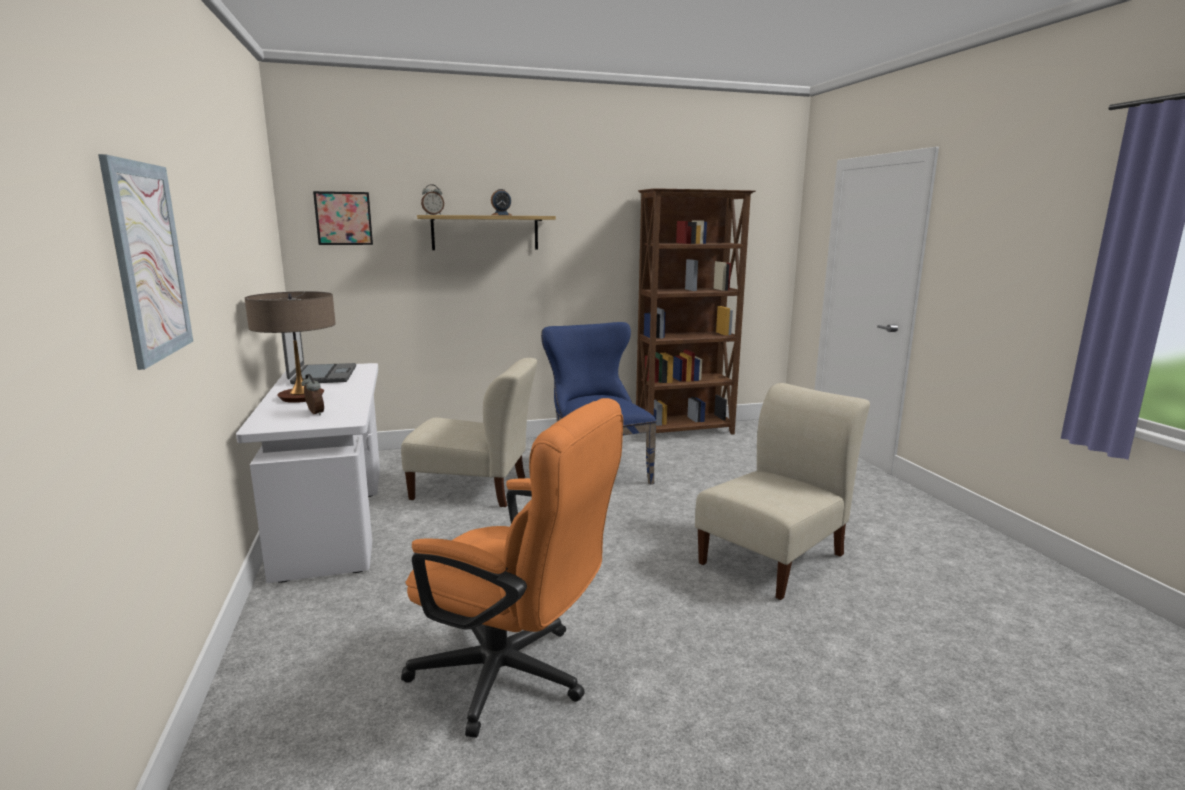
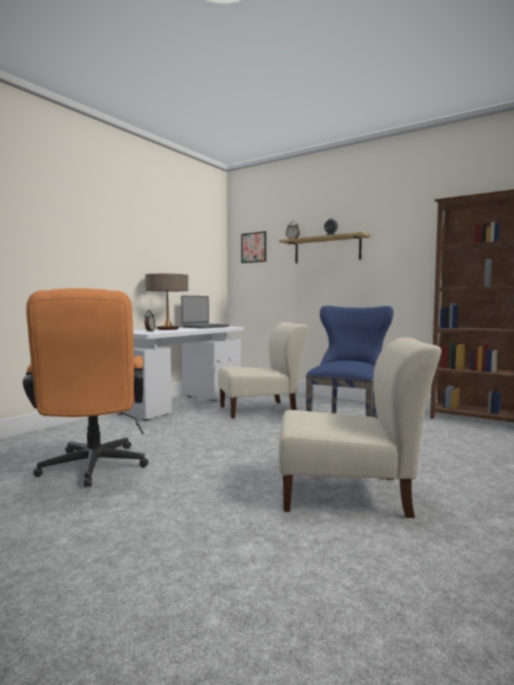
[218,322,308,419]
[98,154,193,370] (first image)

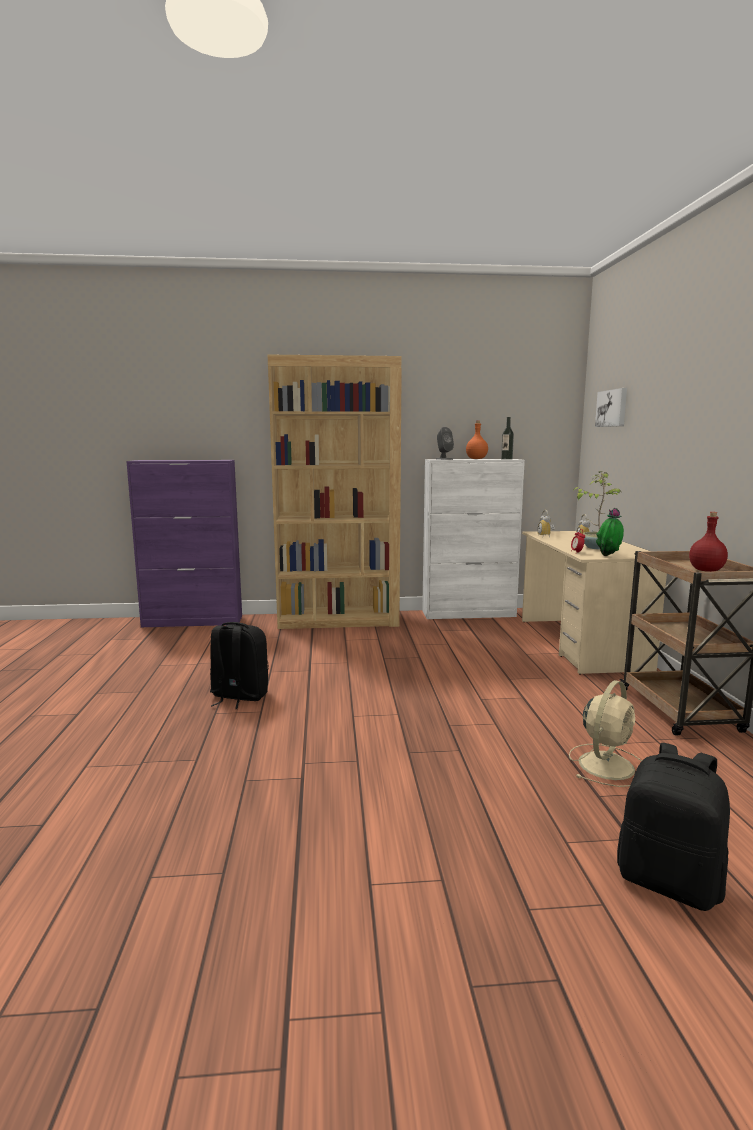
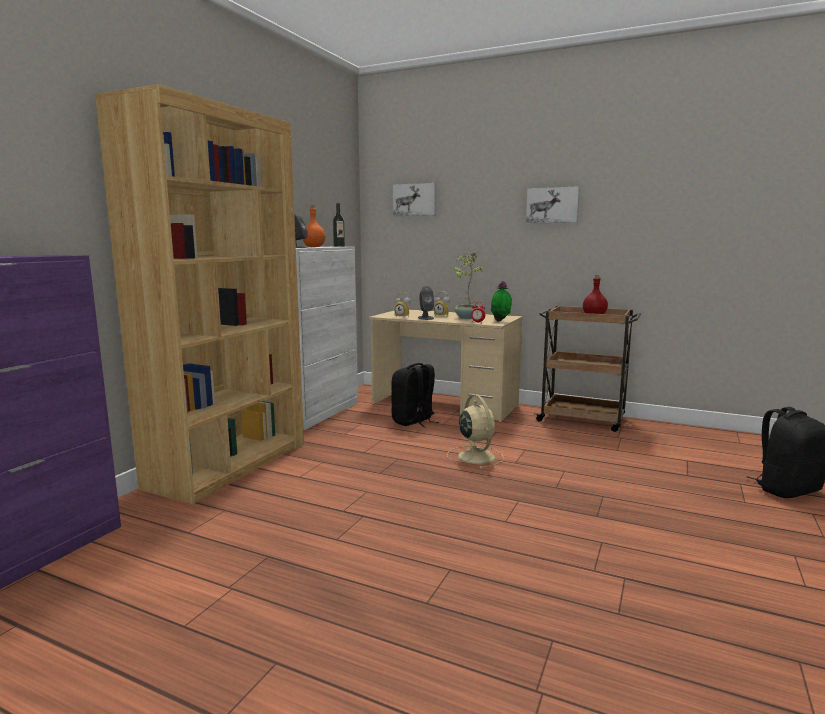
[391,363,439,428]
[418,286,434,320]
[447,395,504,469]
[526,187,580,223]

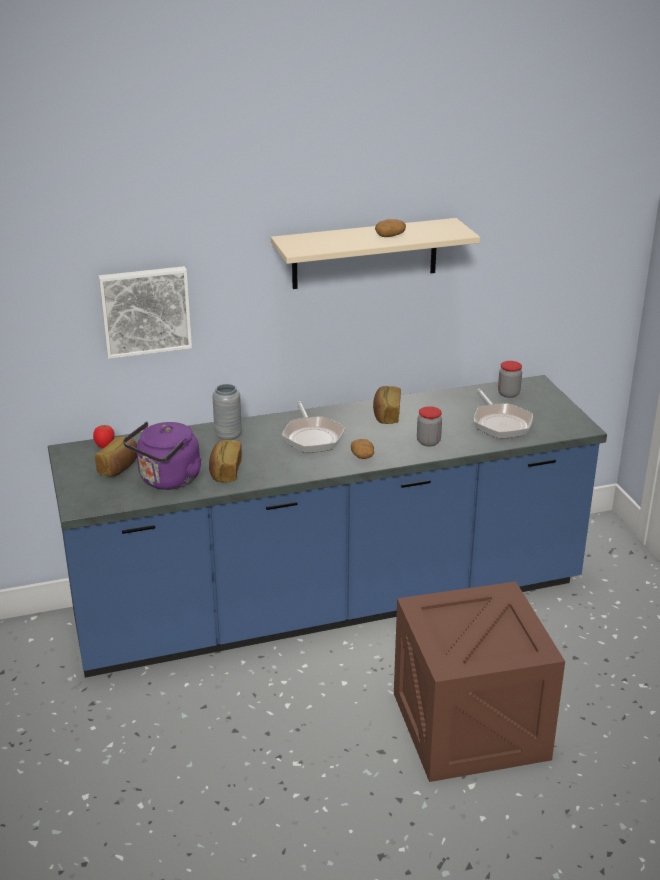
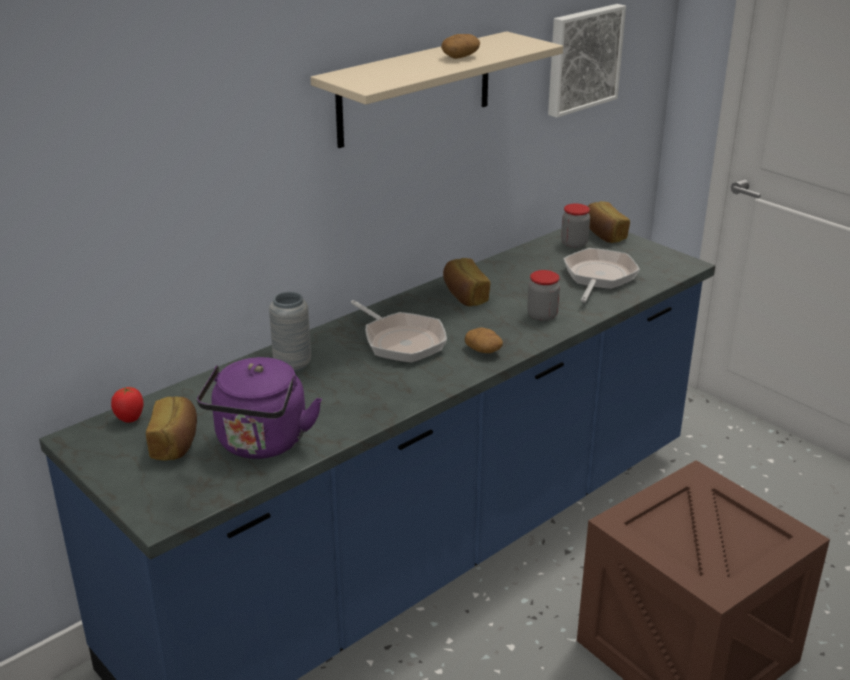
[548,4,626,118]
[564,248,640,302]
[588,201,630,243]

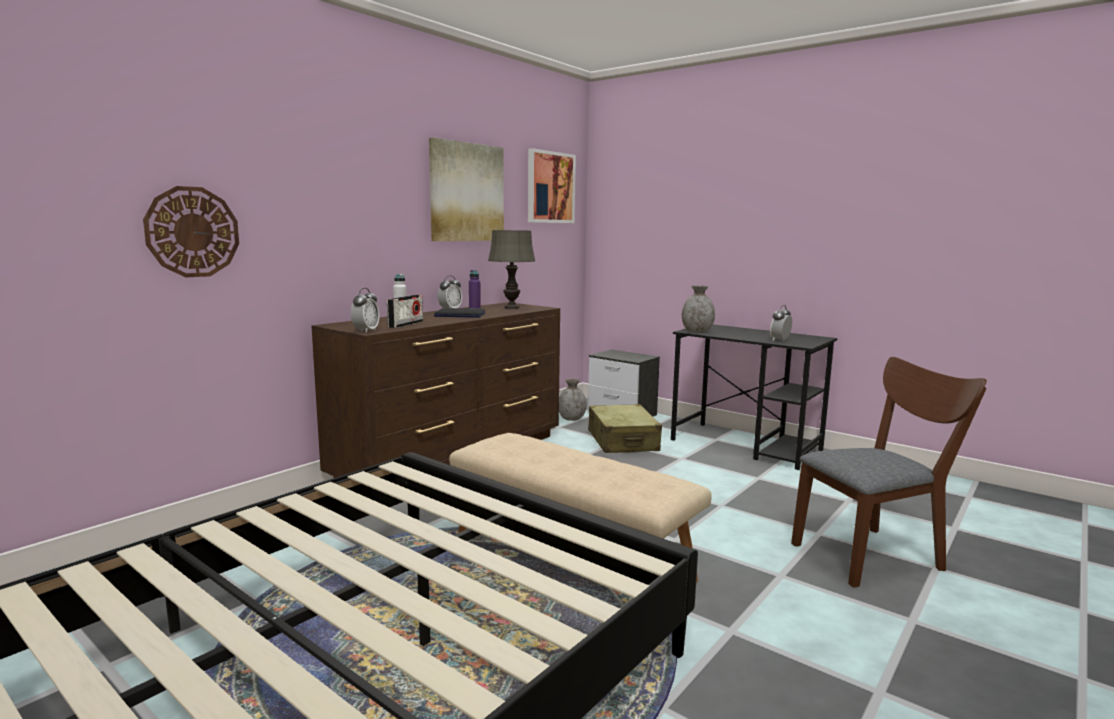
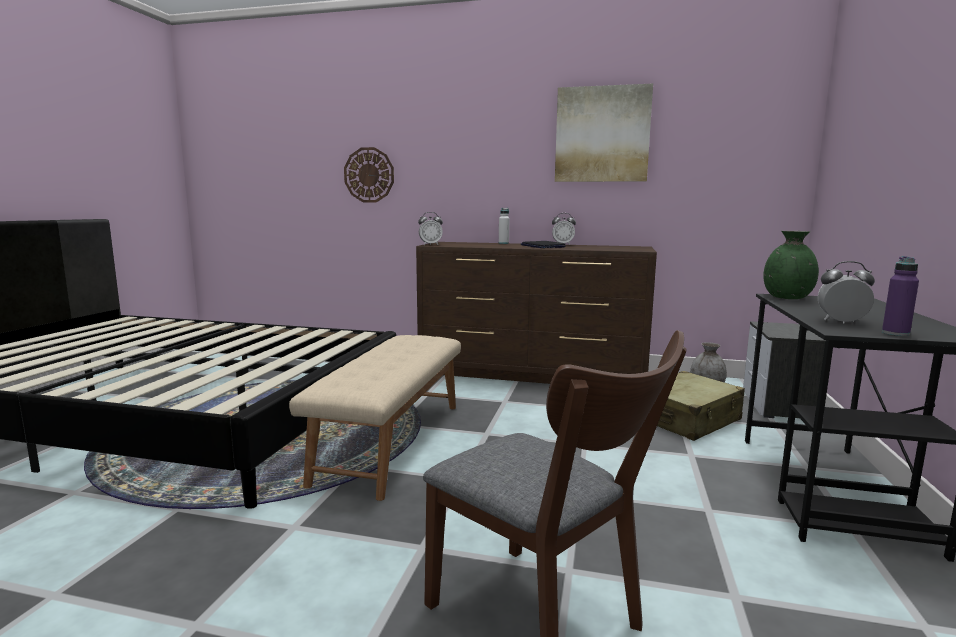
[763,231,819,299]
[882,256,919,336]
[387,295,423,328] (first image)
[488,230,535,309] (first image)
[528,148,576,223] (first image)

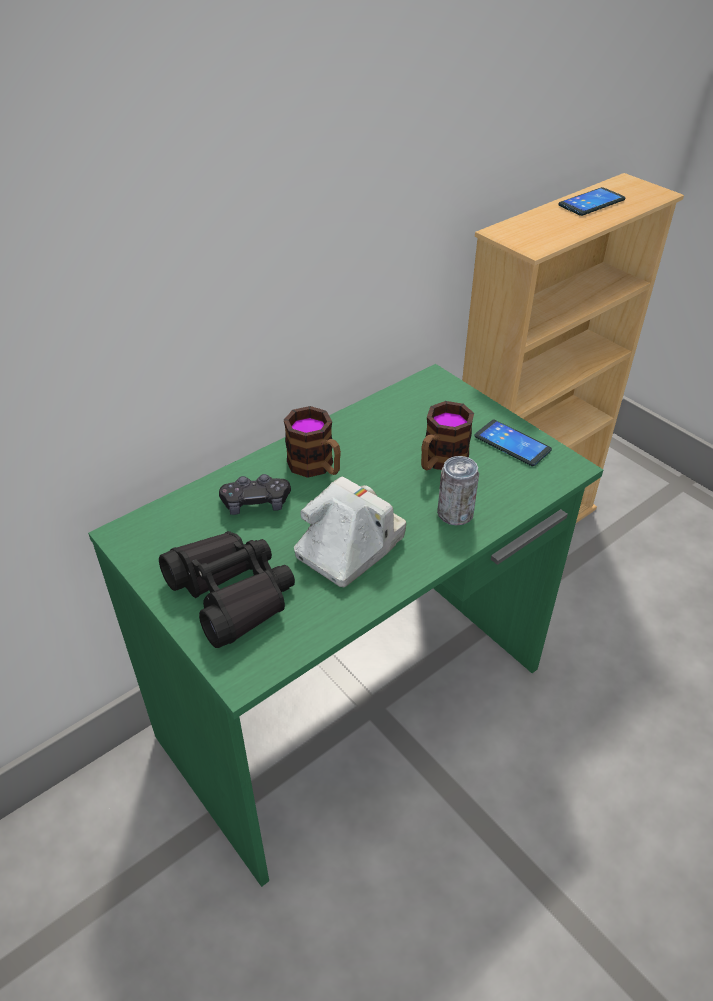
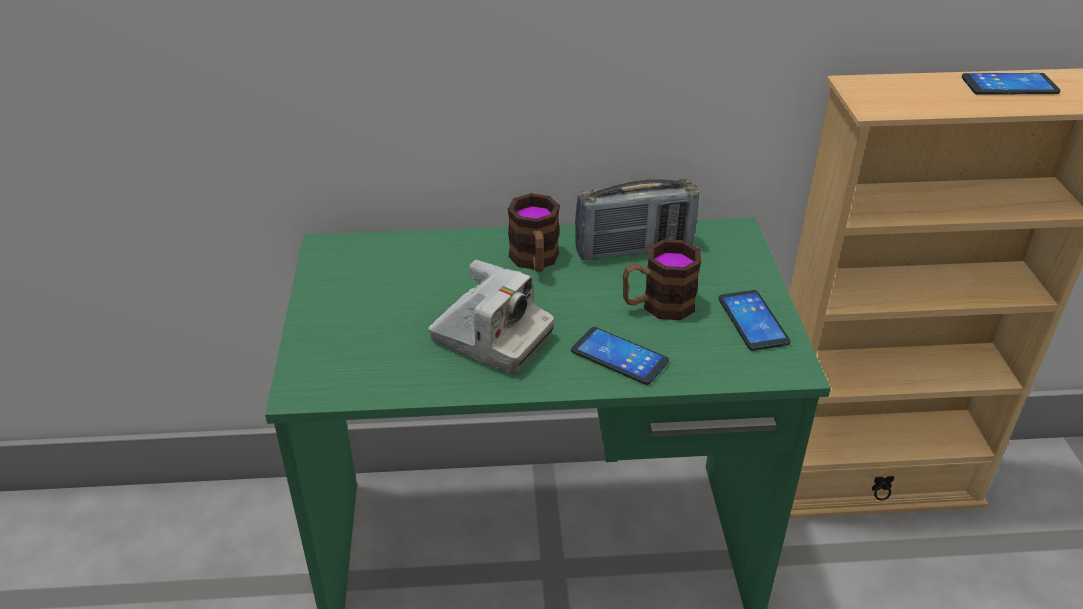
[428,260,554,374]
[571,327,669,385]
[575,179,699,260]
[159,531,295,648] (first image)
[219,474,291,515] (first image)

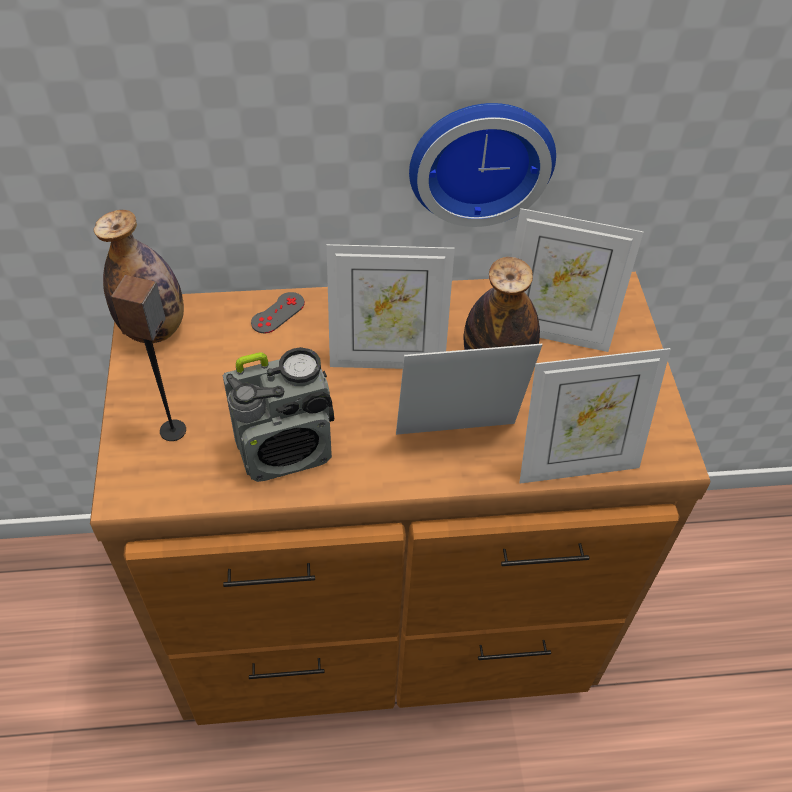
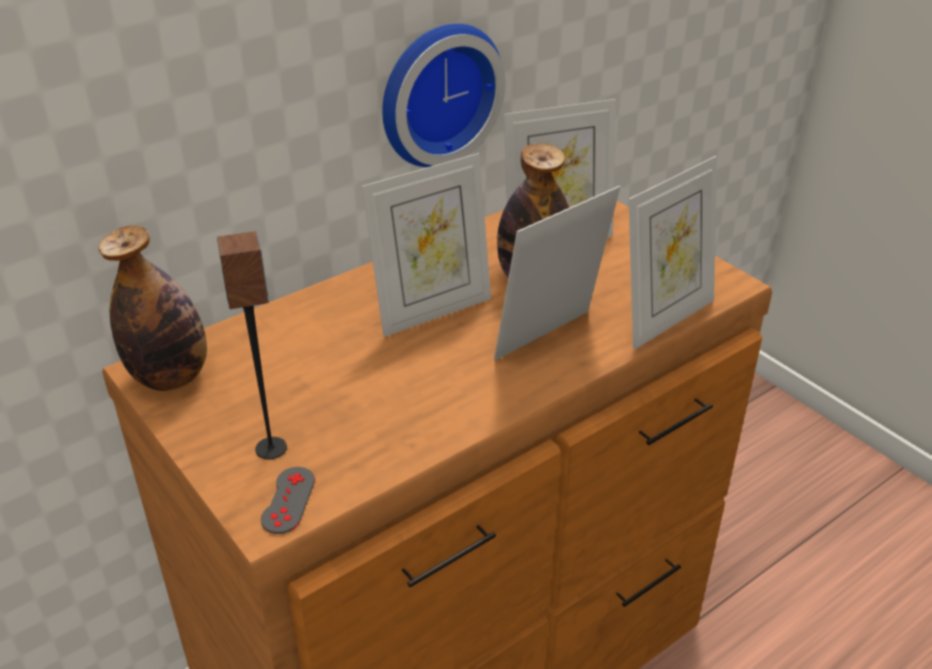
[261,467,315,534]
[223,347,334,482] (first image)

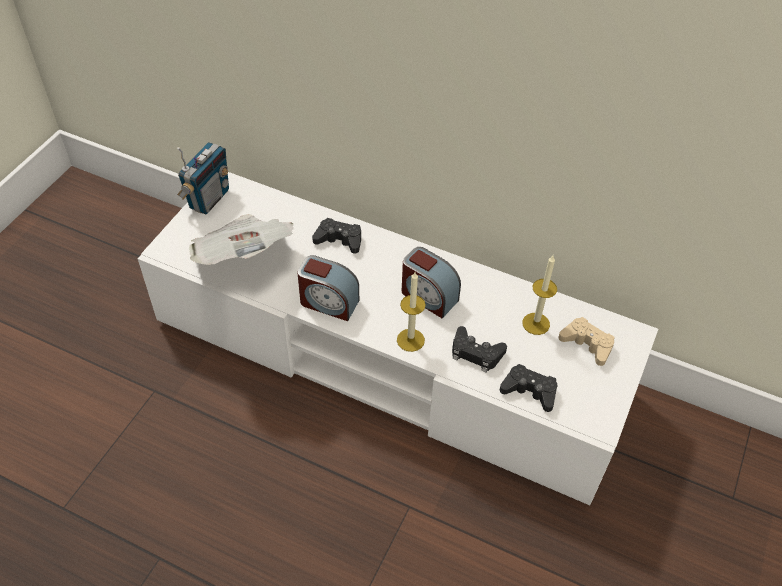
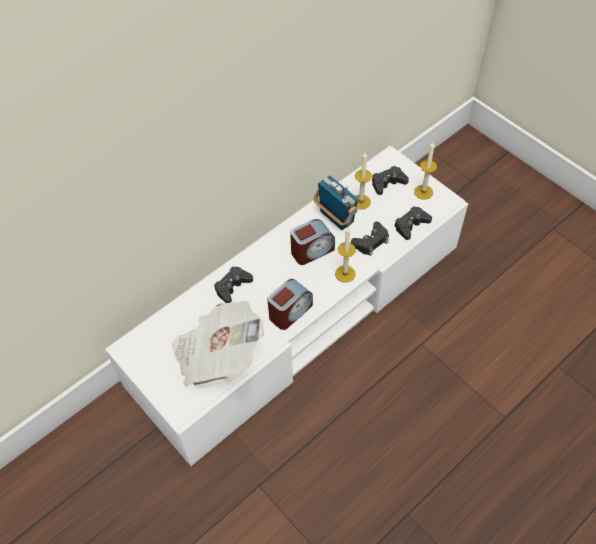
[314,176,358,230]
[372,166,409,195]
[414,143,437,200]

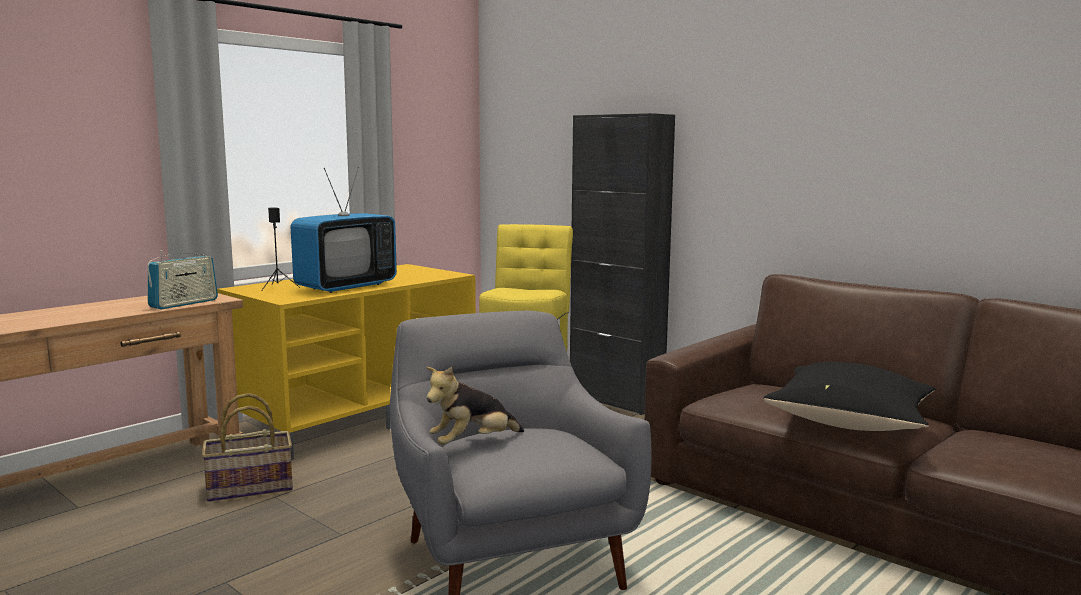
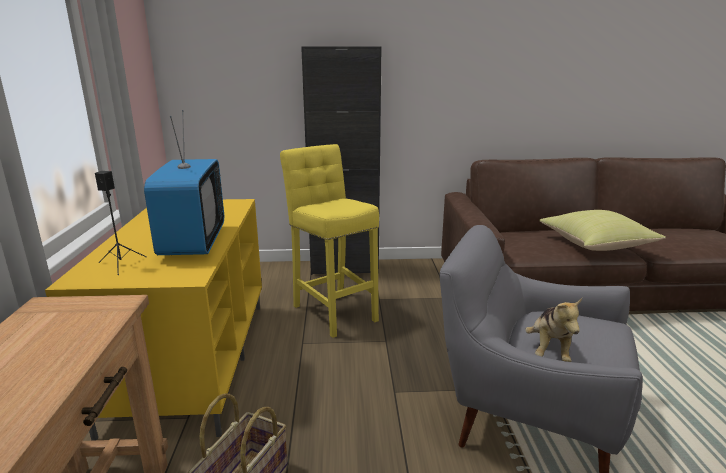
[539,210,666,251]
[147,250,218,309] (first image)

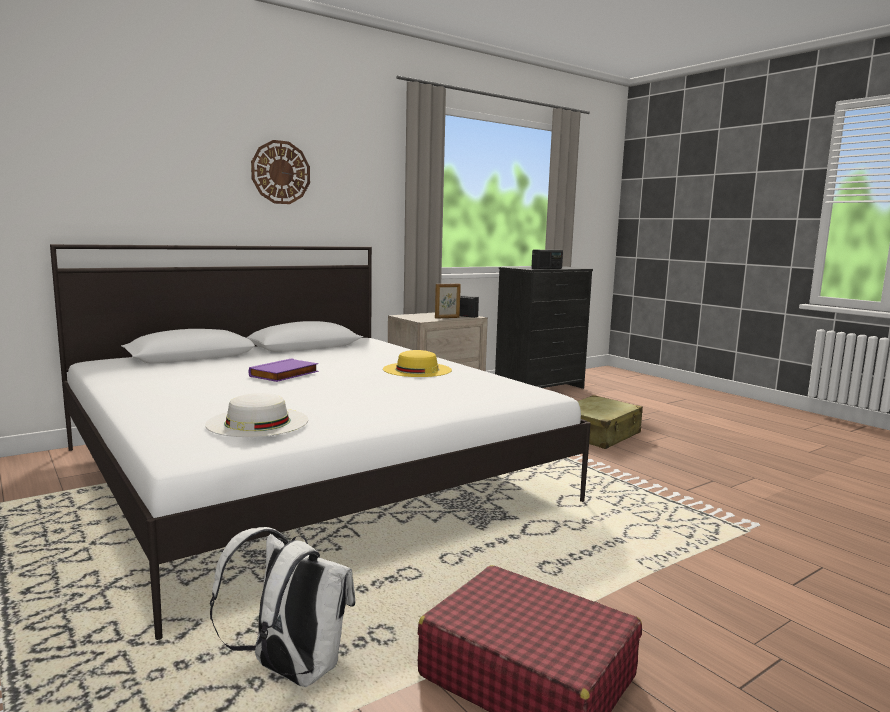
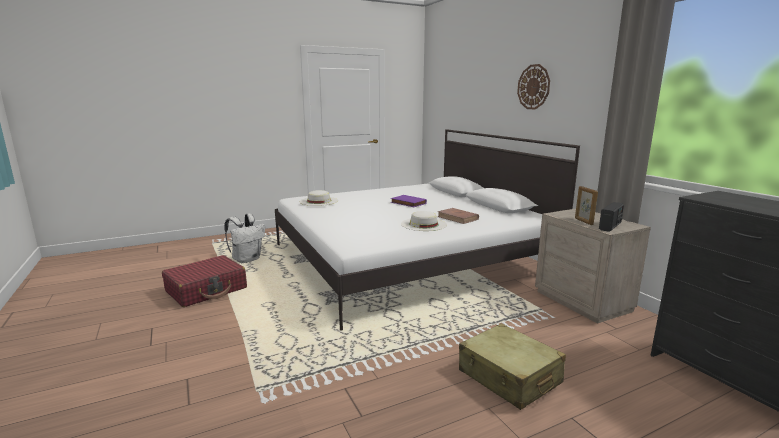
[401,211,447,231]
[437,208,479,224]
[531,250,563,269] (first image)

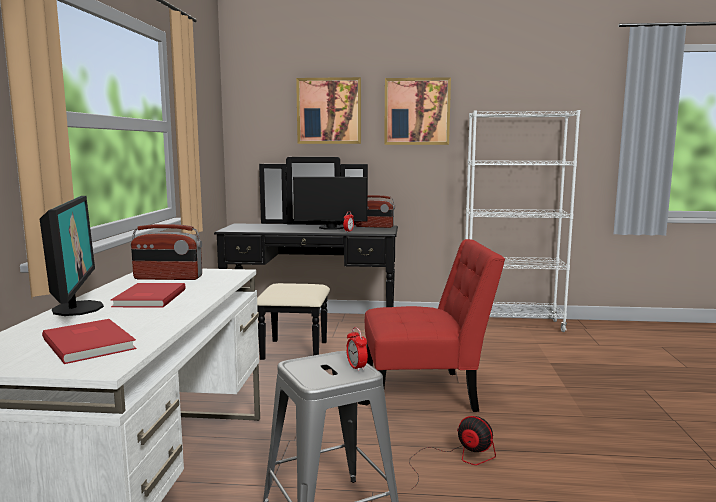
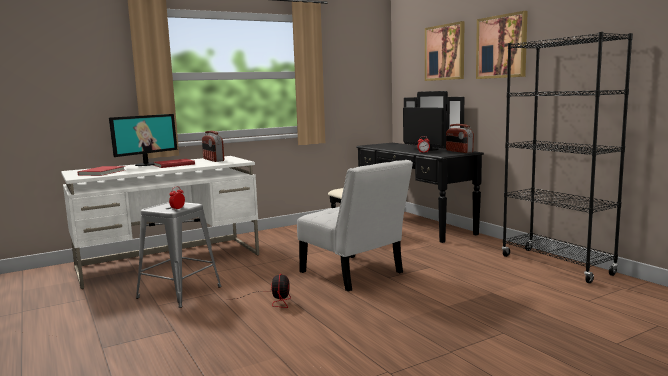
[297,160,413,292]
[502,32,633,283]

